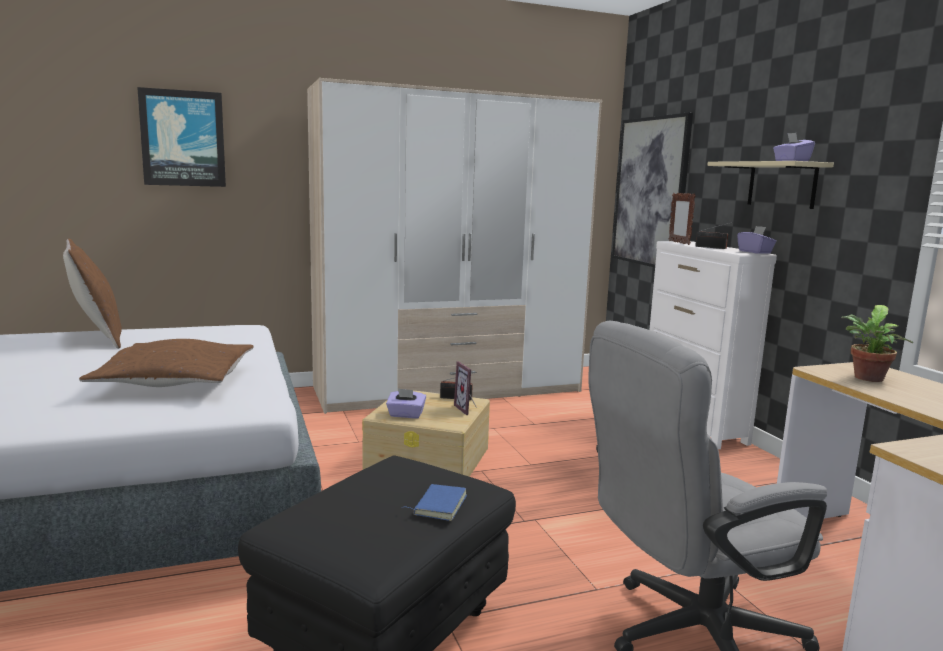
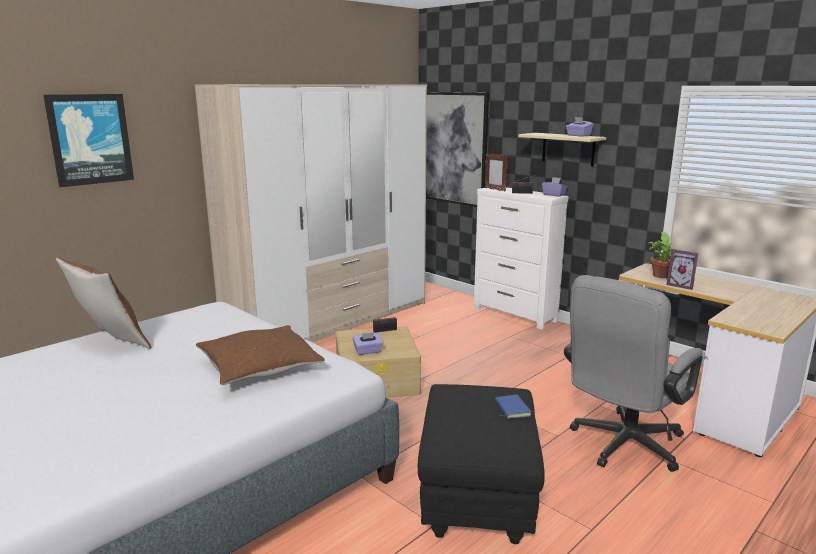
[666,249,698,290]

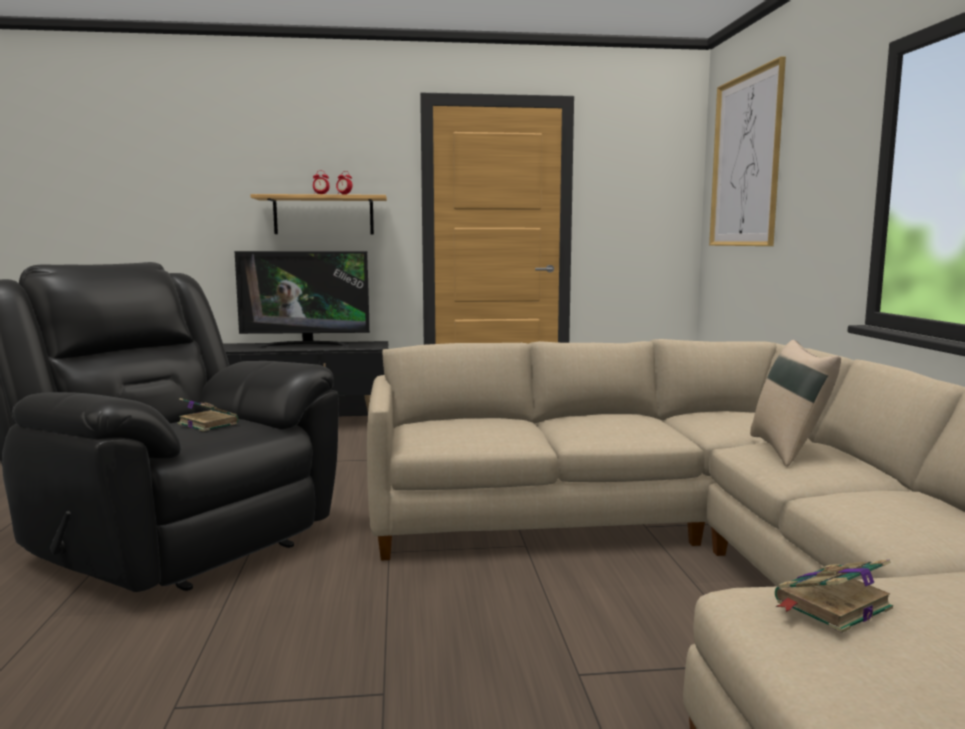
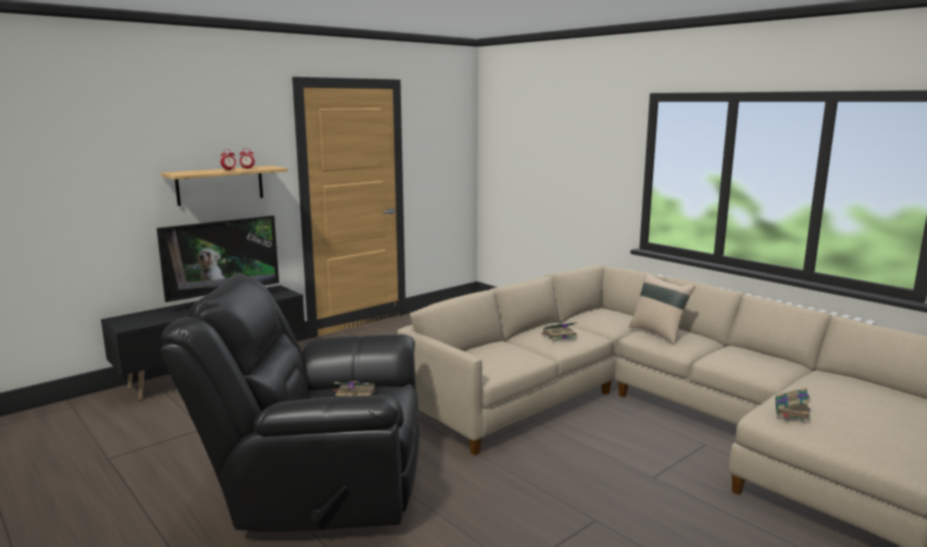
[540,322,577,340]
[709,56,786,246] (first image)

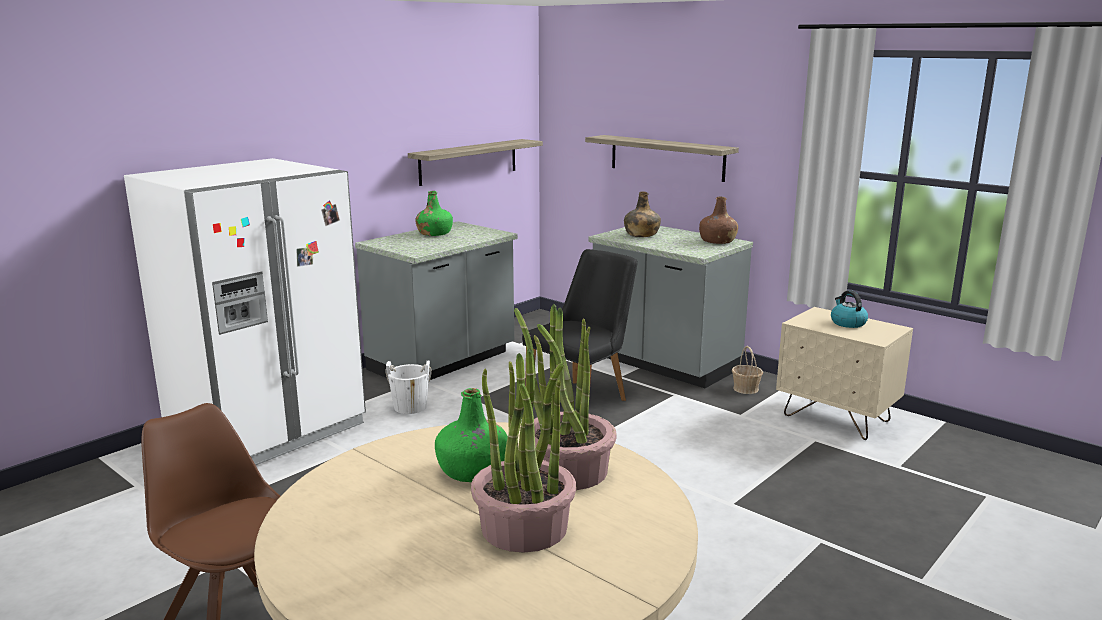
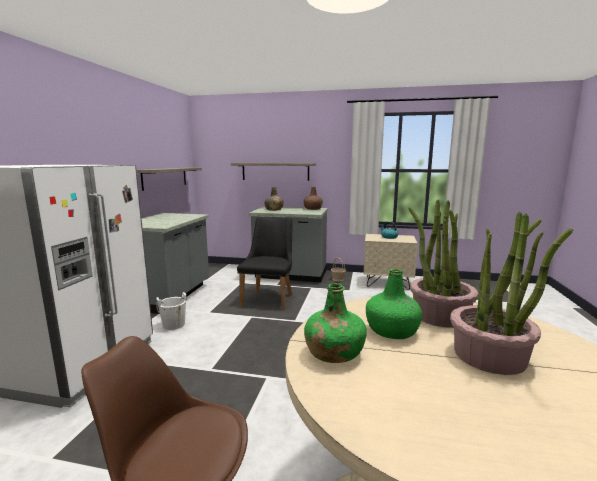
[304,283,367,363]

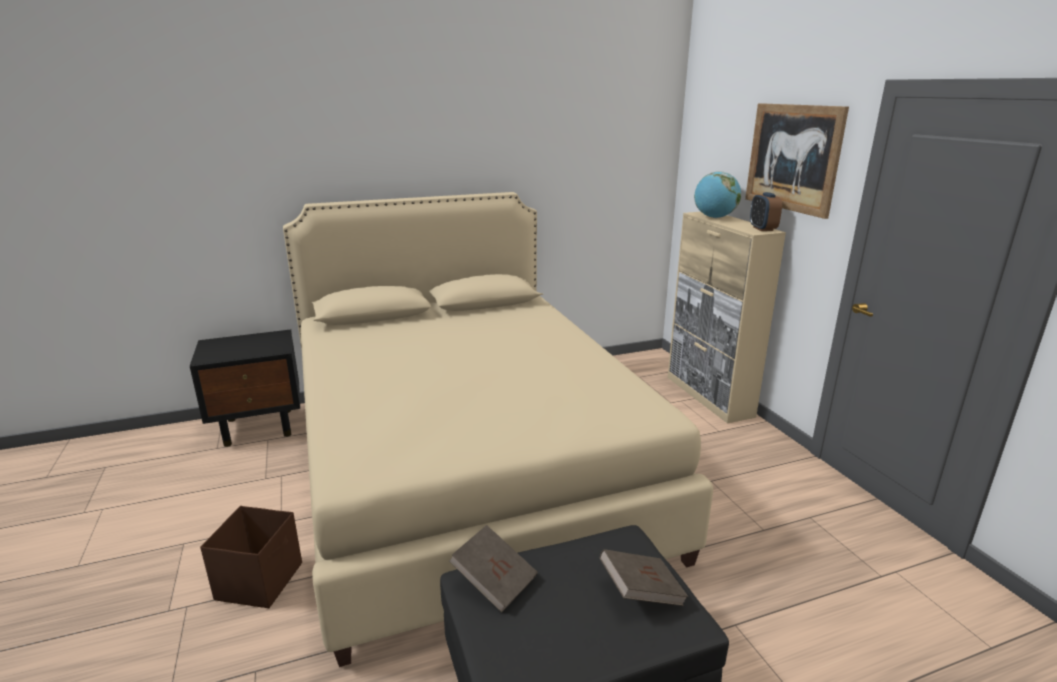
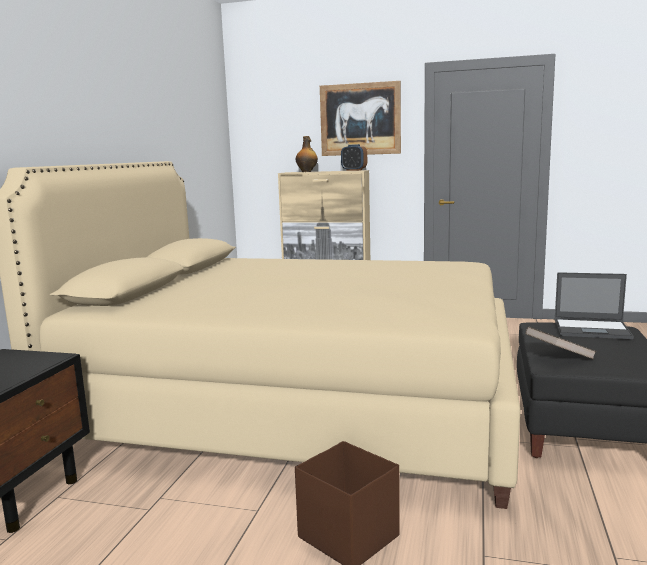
[296,136,318,172]
[554,272,634,339]

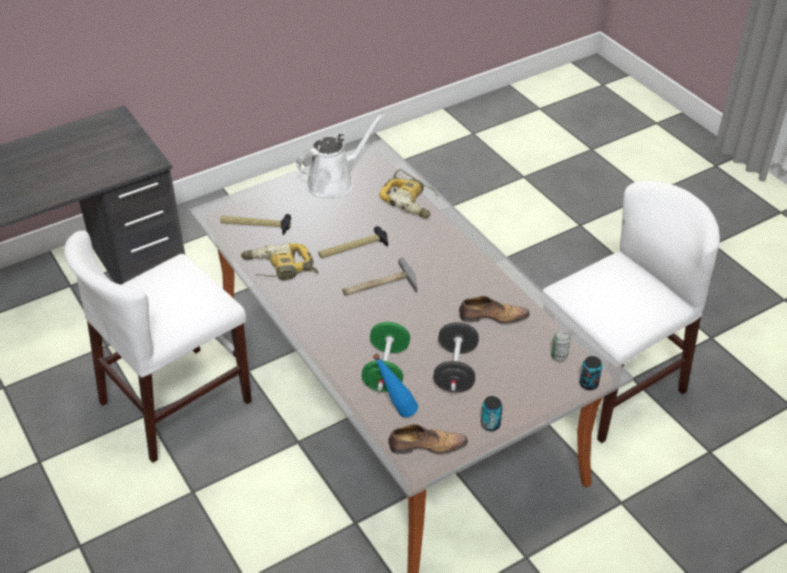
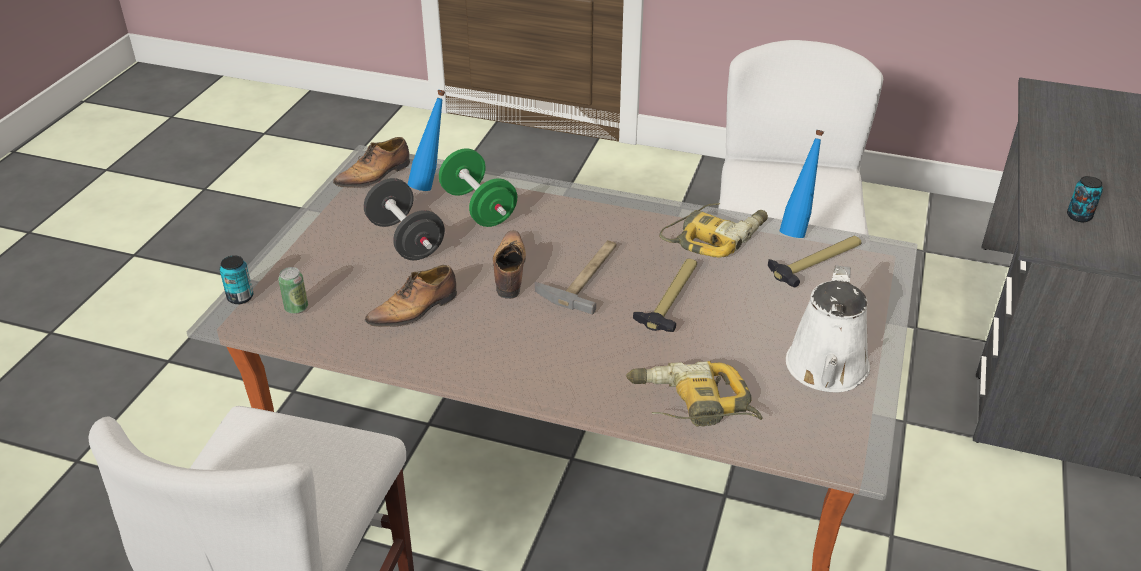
[493,231,526,299]
[779,130,824,238]
[1067,176,1103,222]

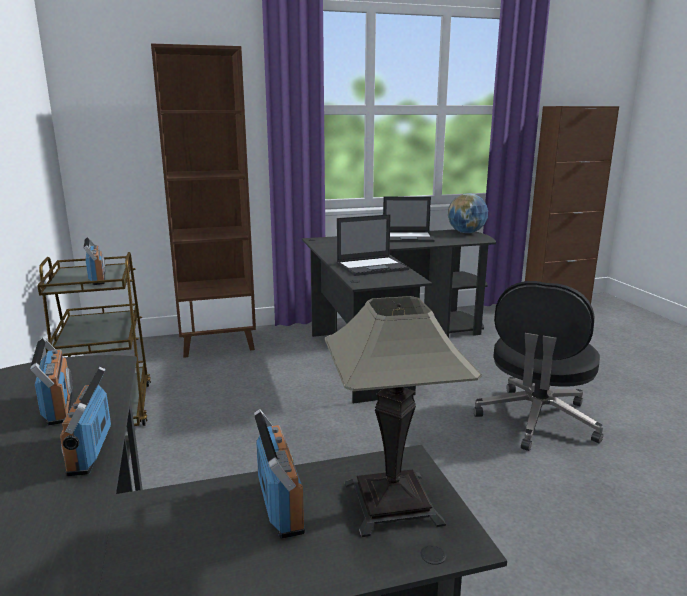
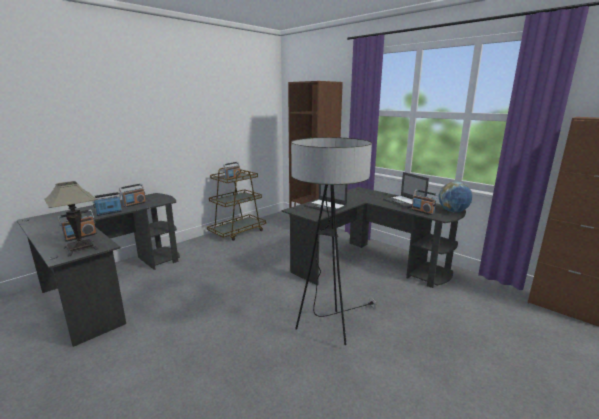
[291,137,378,345]
[411,190,439,215]

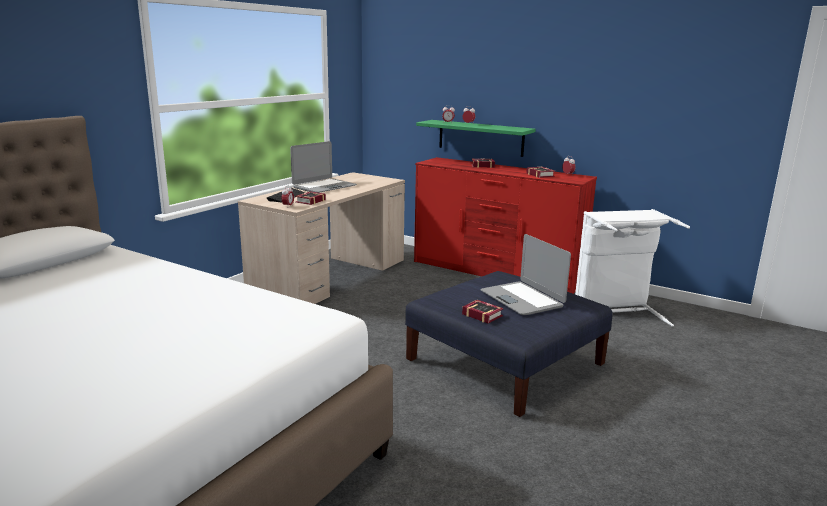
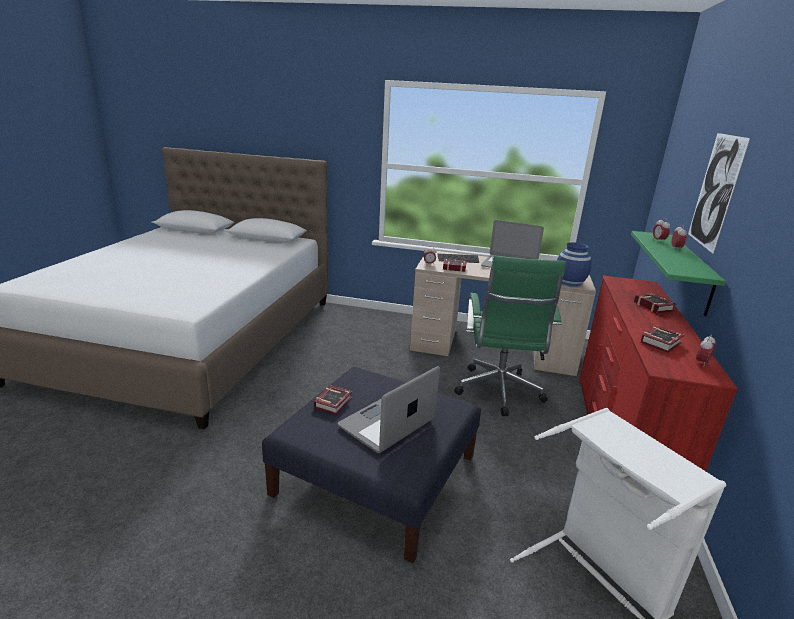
[454,256,566,416]
[557,242,592,286]
[688,133,750,254]

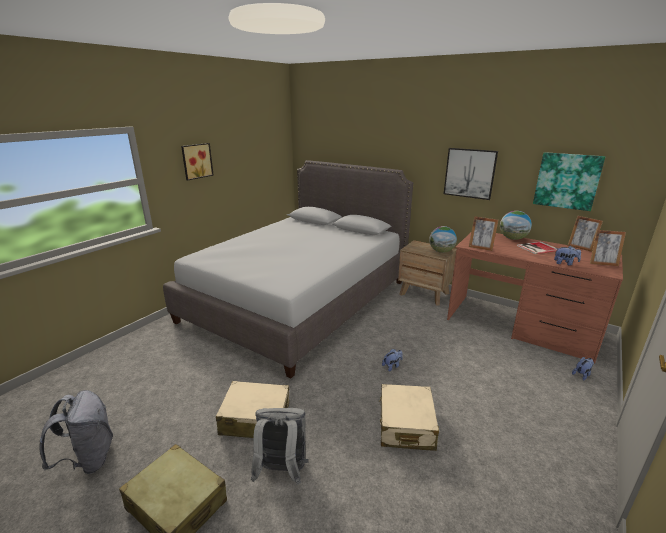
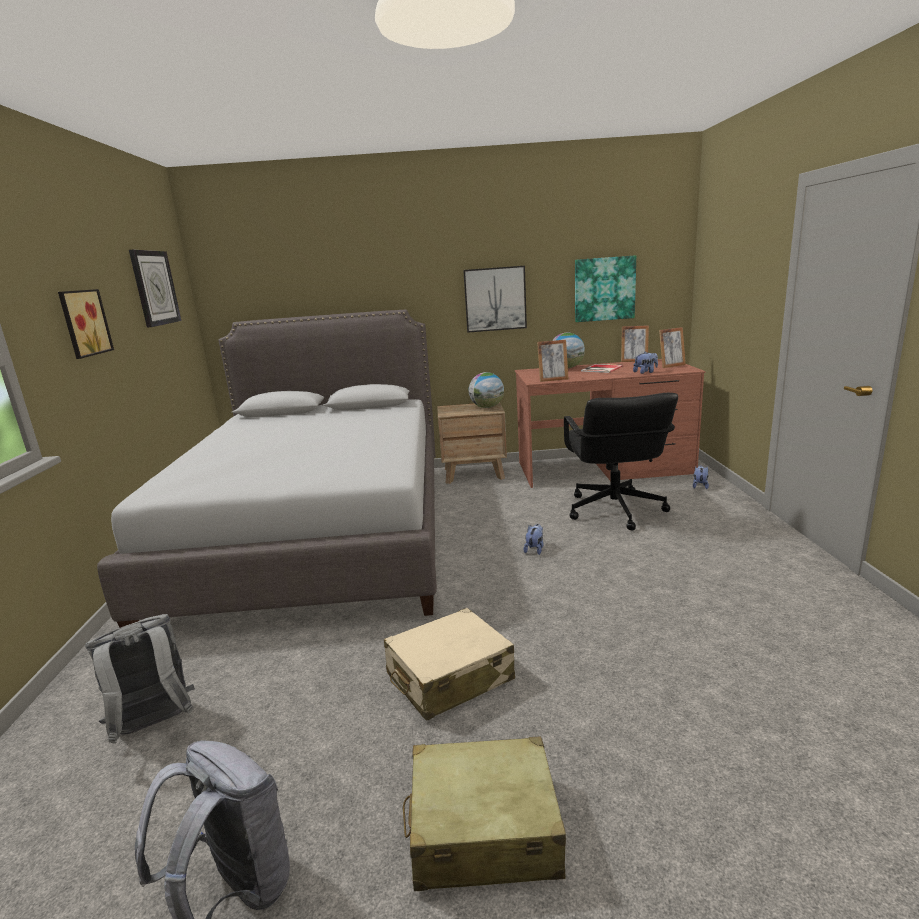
[85,614,195,743]
[129,250,181,328]
[564,393,678,530]
[379,384,439,451] (first image)

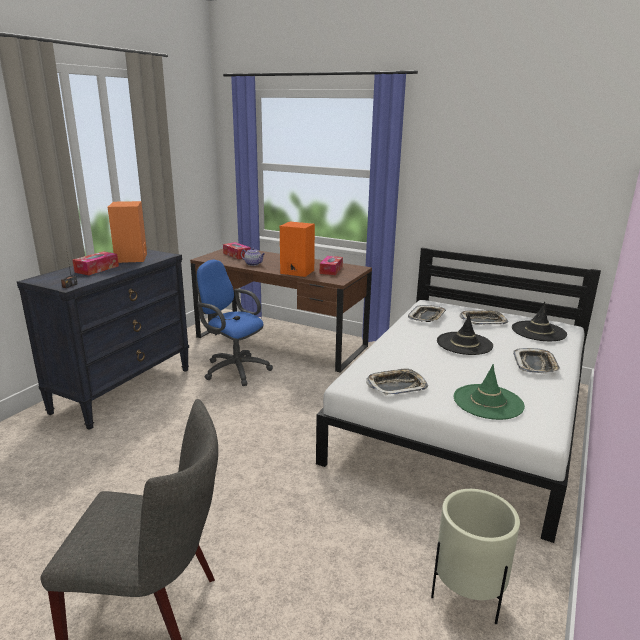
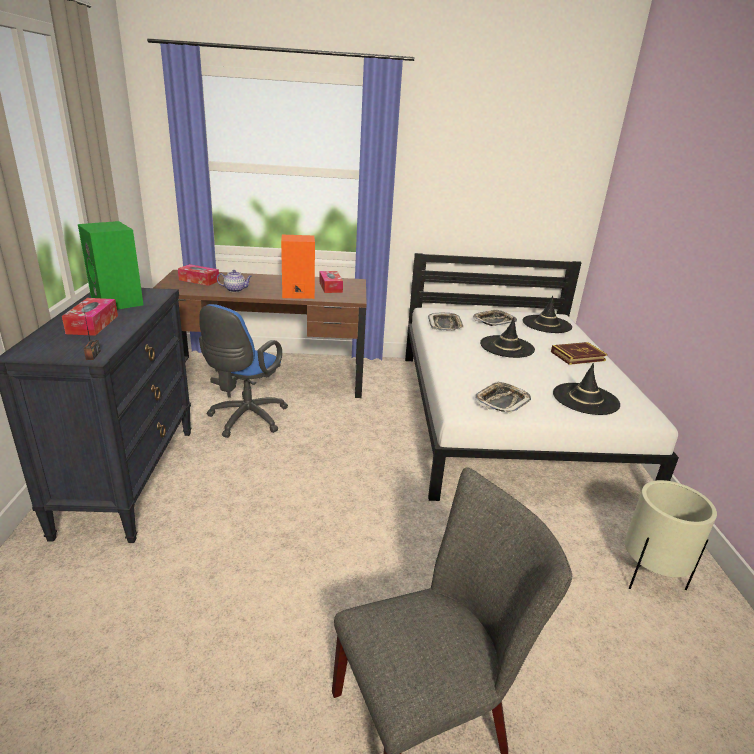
[78,221,144,310]
[199,304,288,438]
[551,342,607,365]
[553,363,620,415]

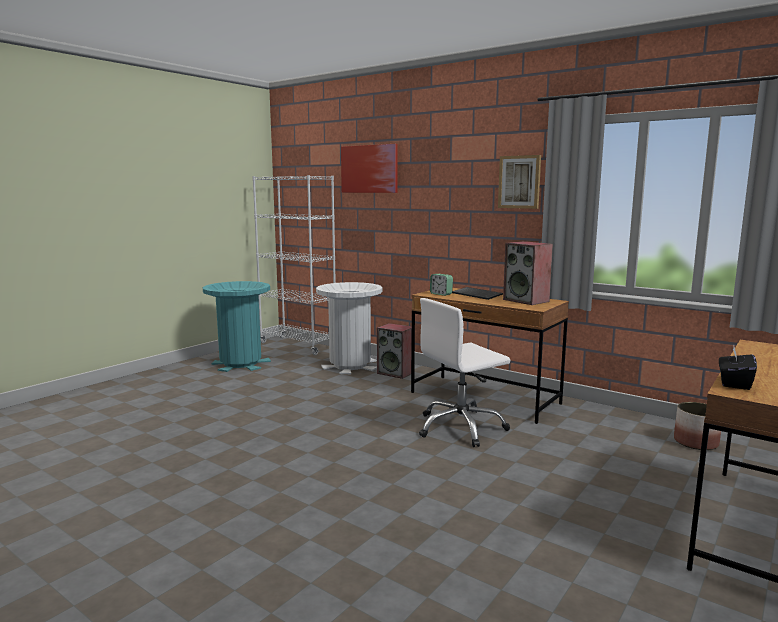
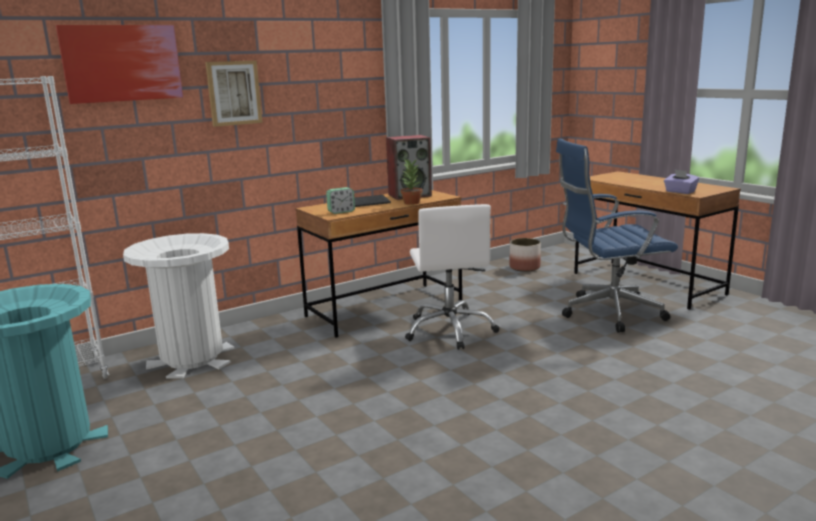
[205,60,263,127]
[401,158,423,205]
[556,138,678,333]
[664,170,699,194]
[377,323,412,379] (first image)

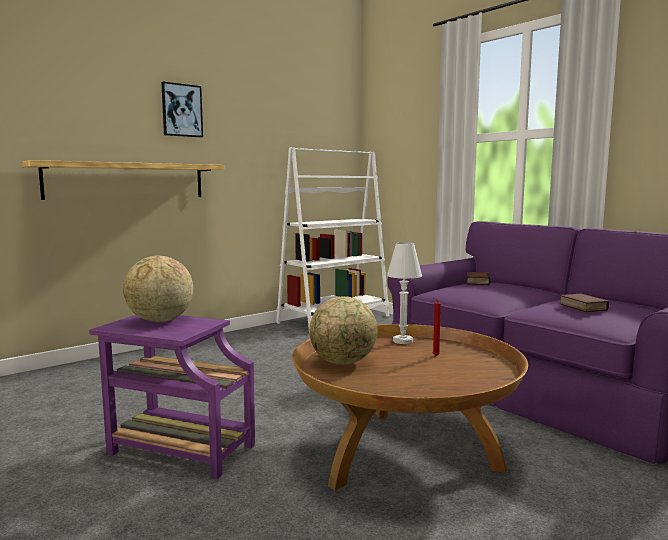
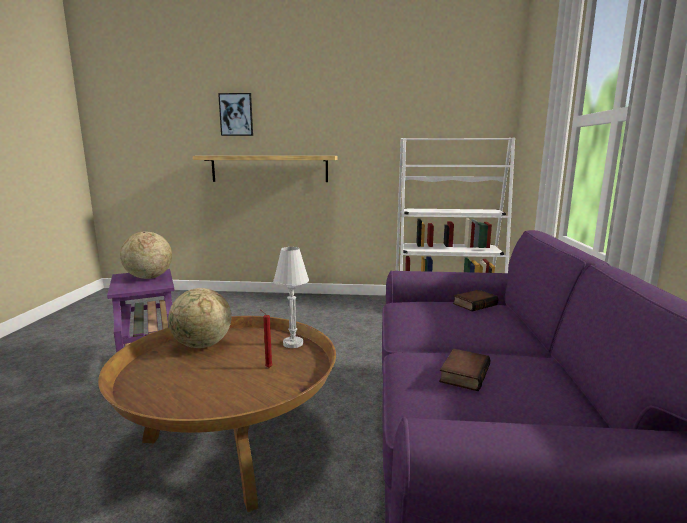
[218,93,253,136]

